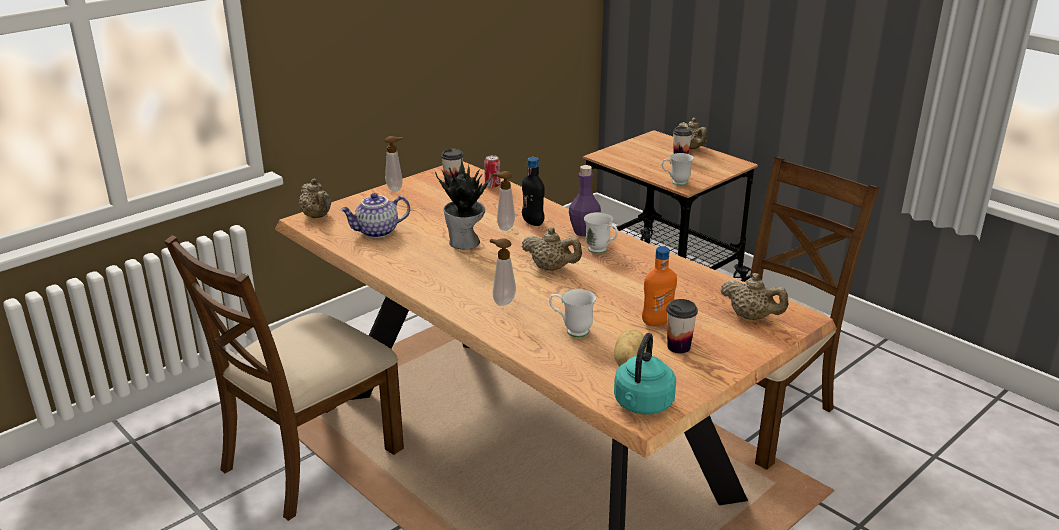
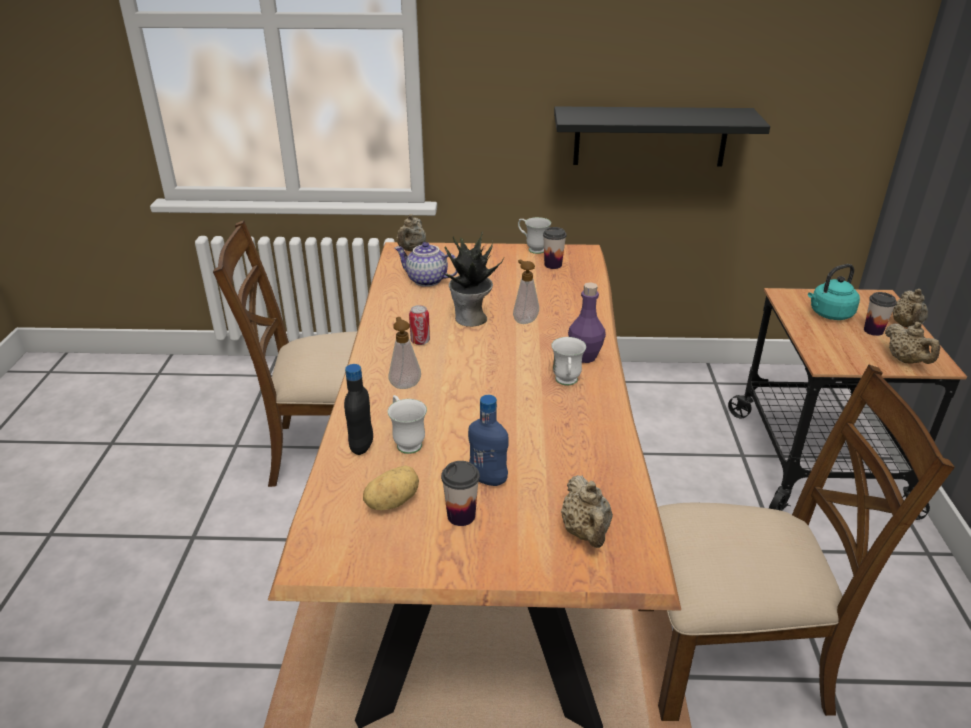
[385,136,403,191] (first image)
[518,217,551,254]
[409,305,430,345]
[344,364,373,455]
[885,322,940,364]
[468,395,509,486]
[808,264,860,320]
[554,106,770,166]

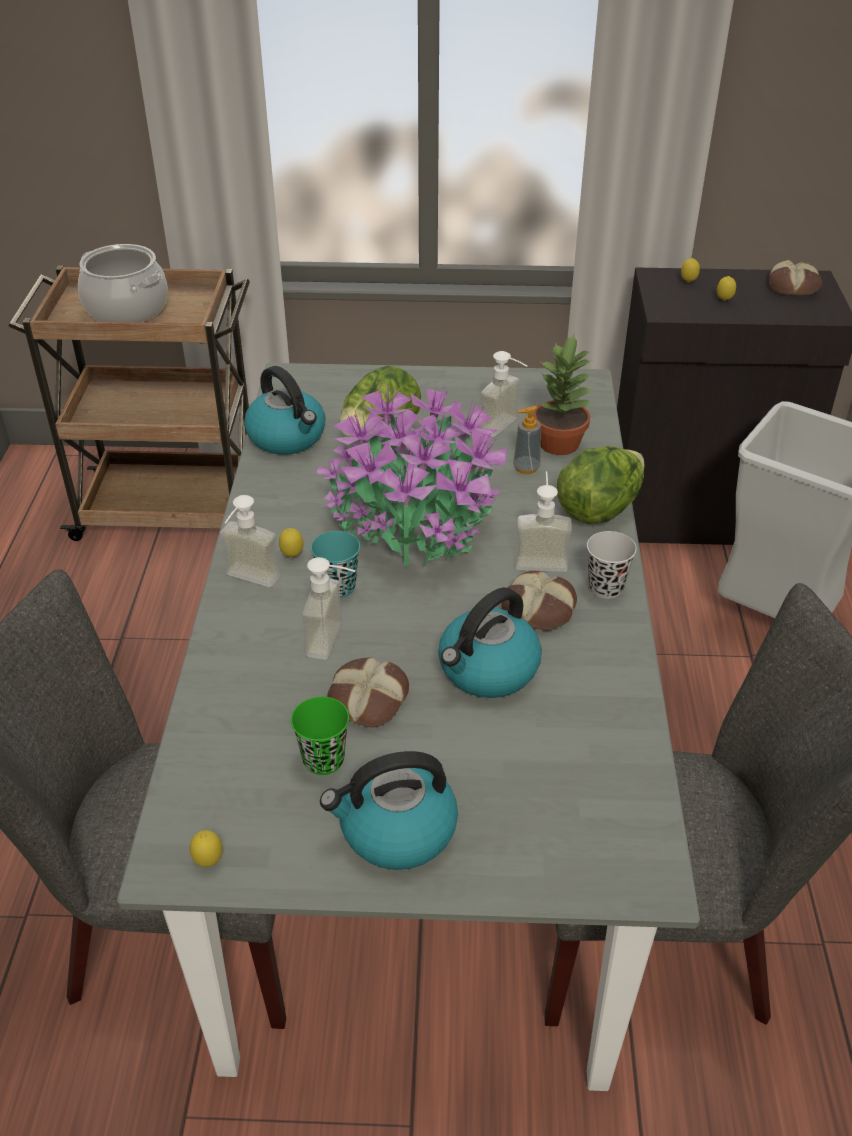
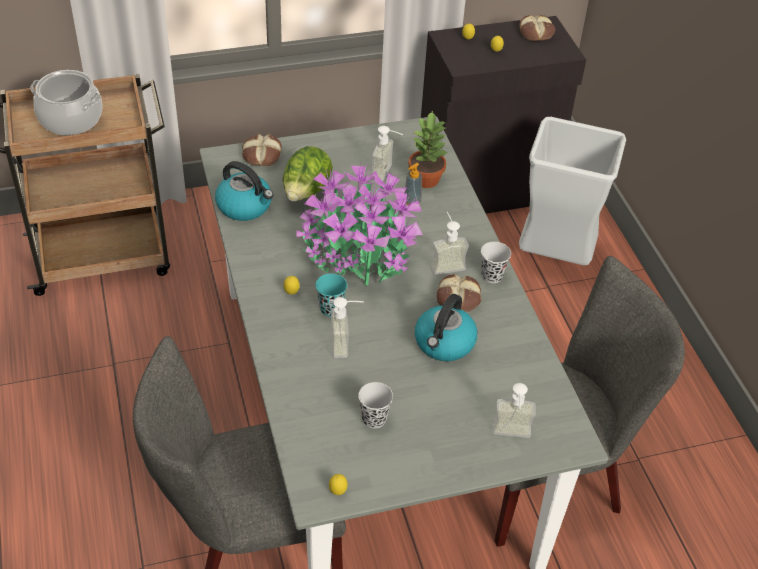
[557,446,645,524] (first image)
[492,383,536,438]
[242,134,282,166]
[358,382,393,428]
[320,751,458,870] (first image)

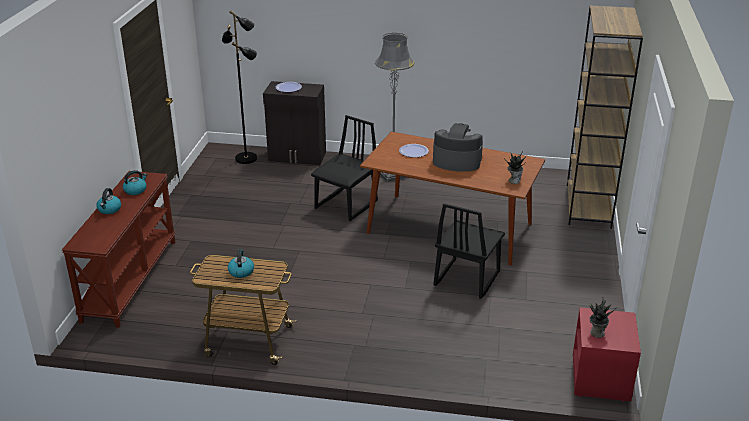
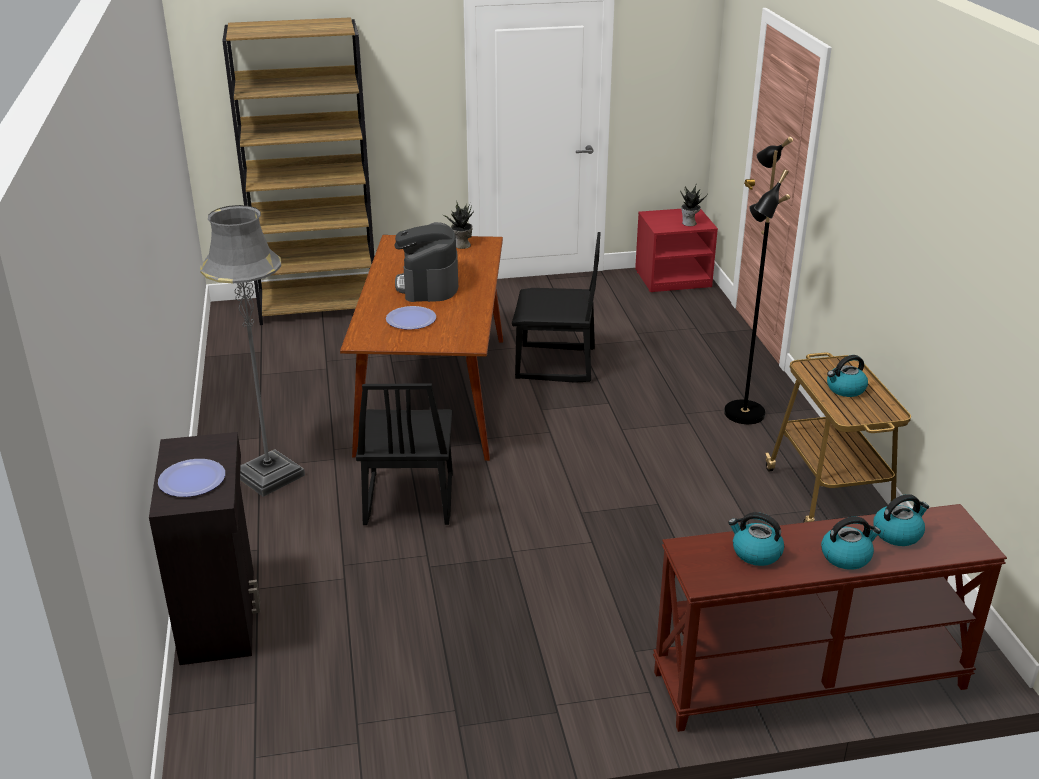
[724,137,793,424]
[356,383,453,525]
[873,494,929,546]

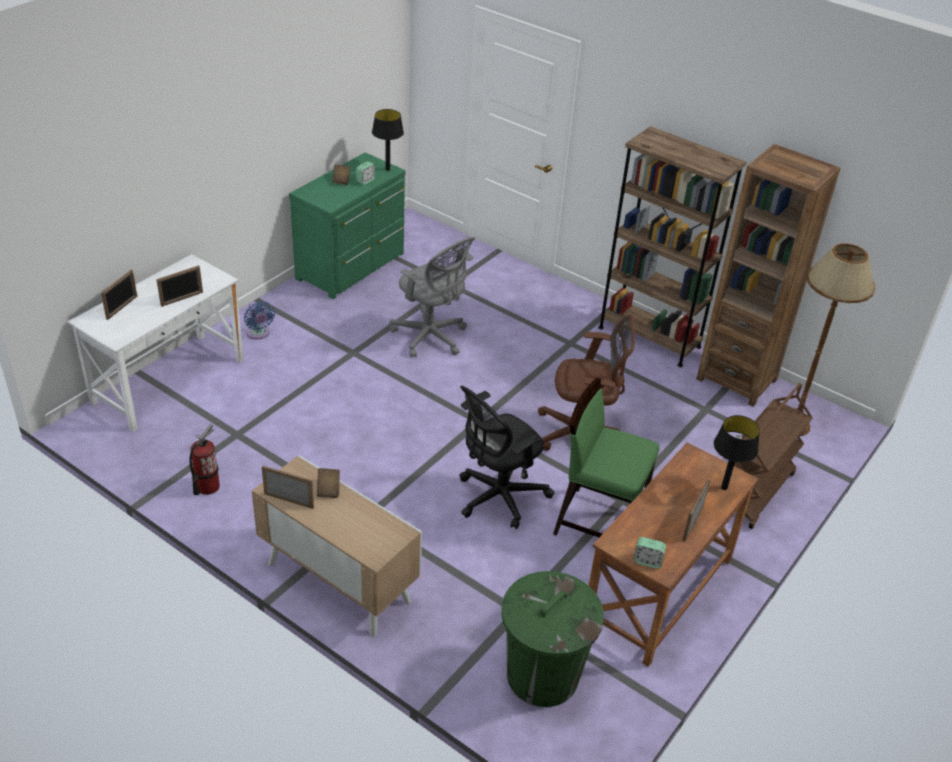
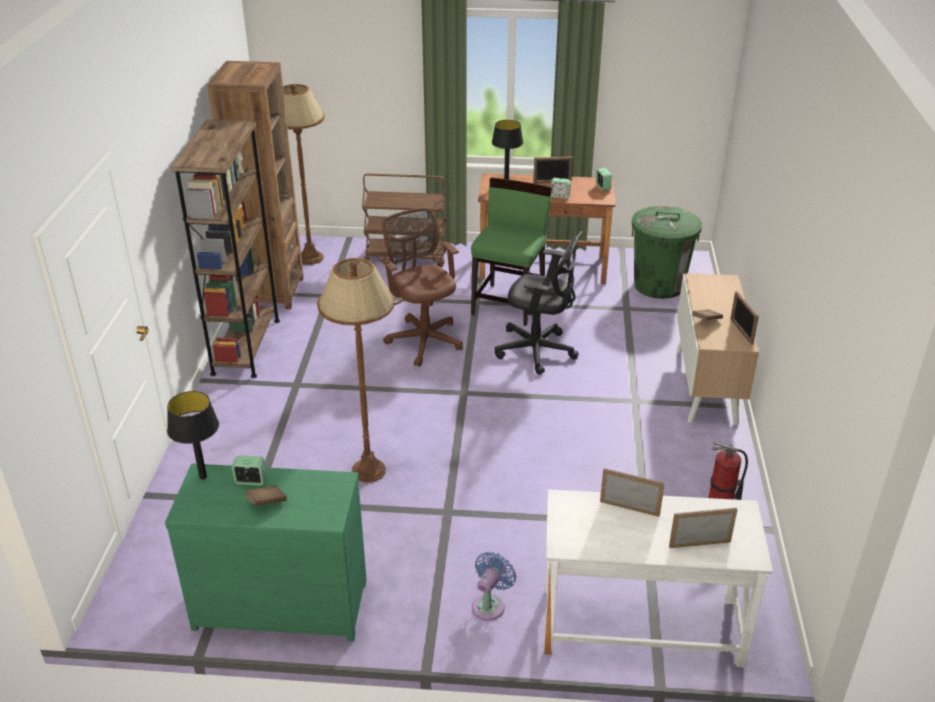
[317,258,395,482]
[471,177,552,326]
[550,178,571,199]

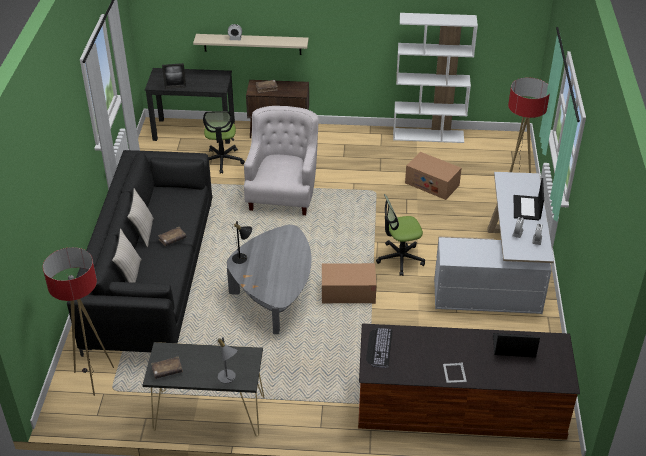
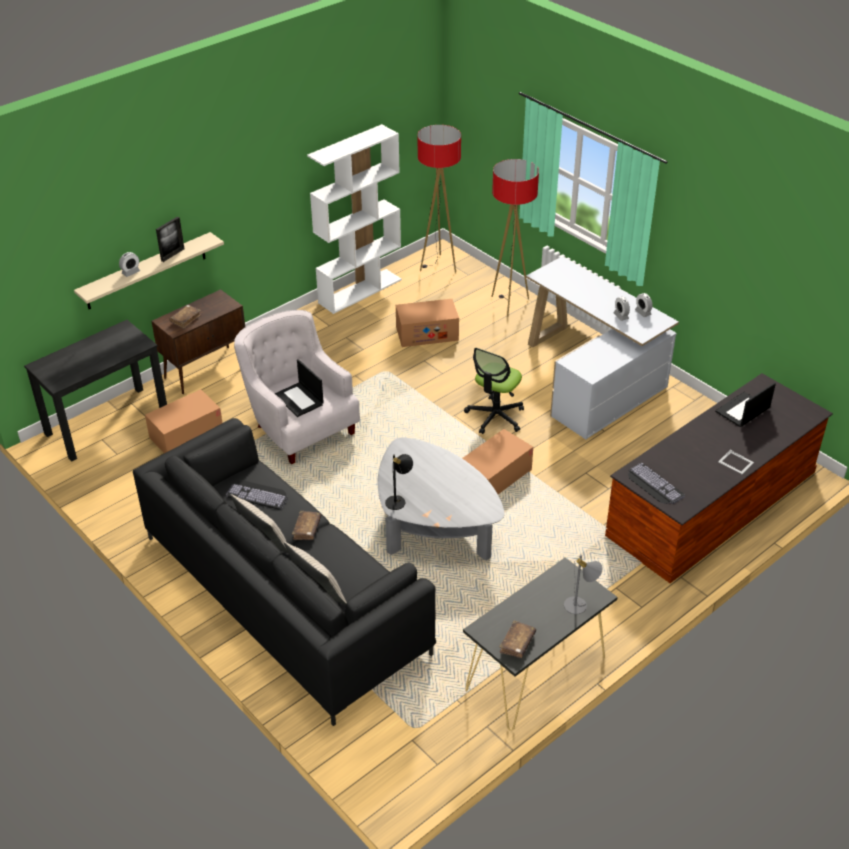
[156,216,184,262]
[145,389,222,453]
[275,359,324,417]
[417,125,461,273]
[226,481,288,509]

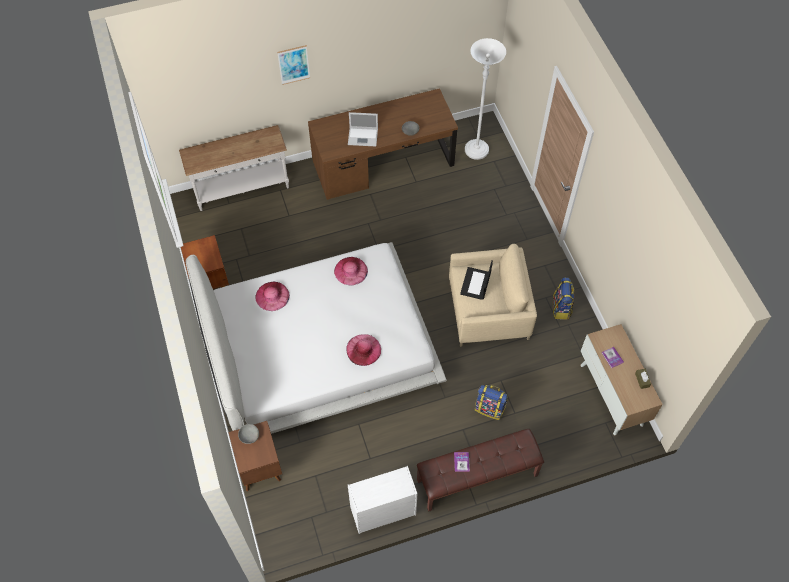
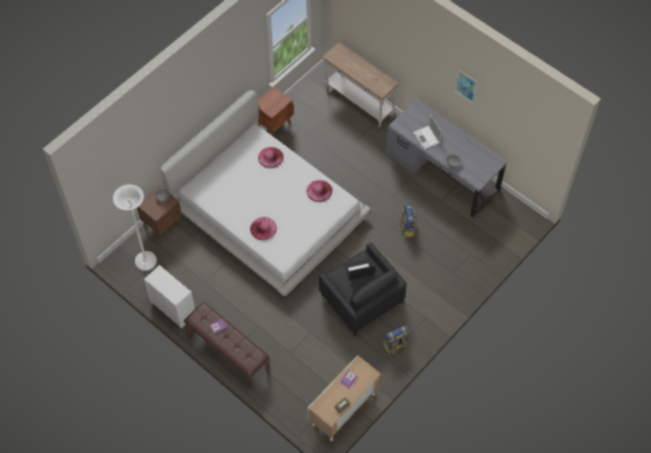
[113,184,157,271]
[454,69,477,104]
[386,99,507,217]
[319,242,407,336]
[400,204,417,237]

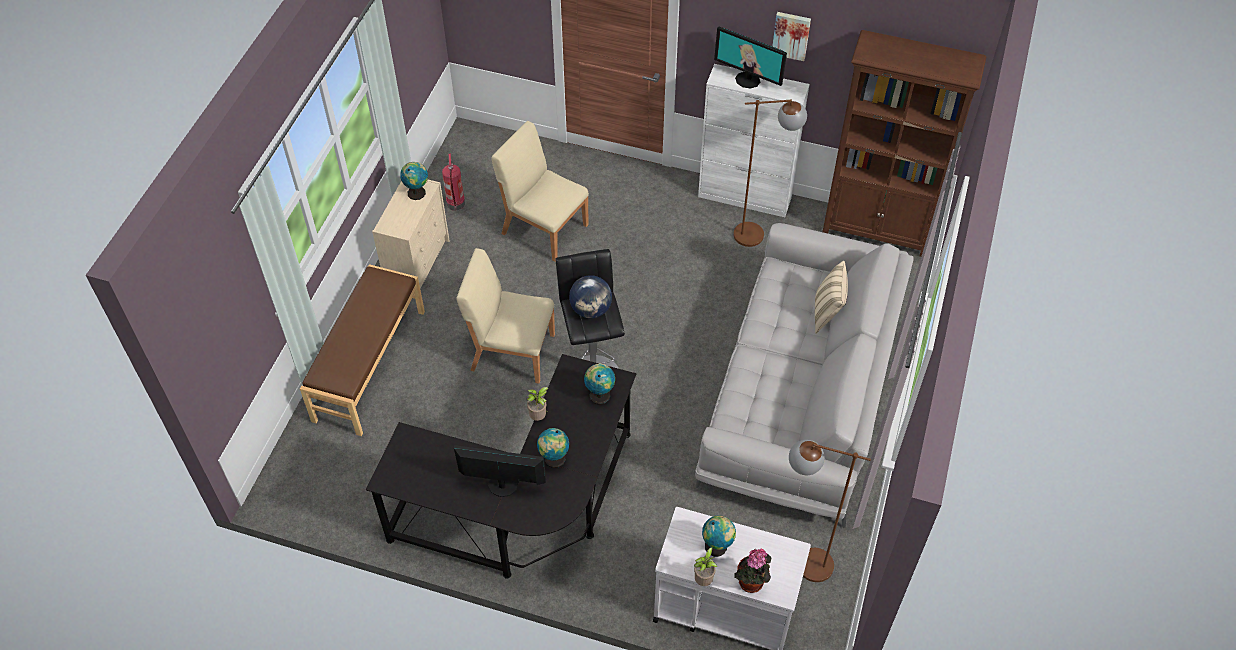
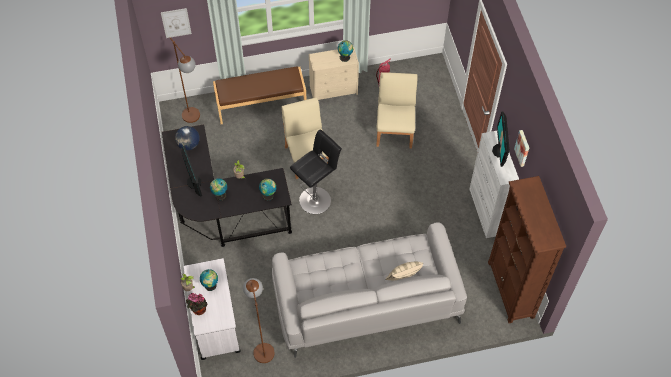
[170,37,200,123]
[175,126,200,150]
[161,8,192,38]

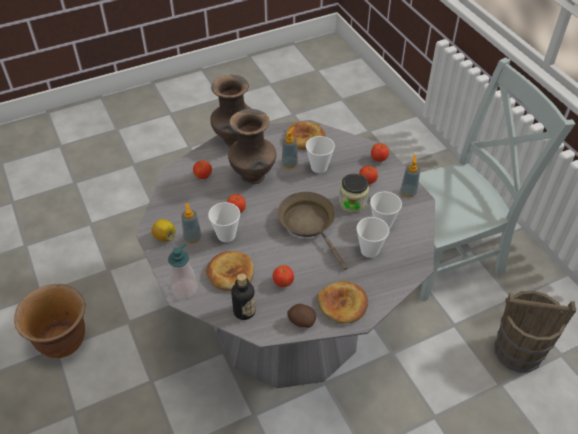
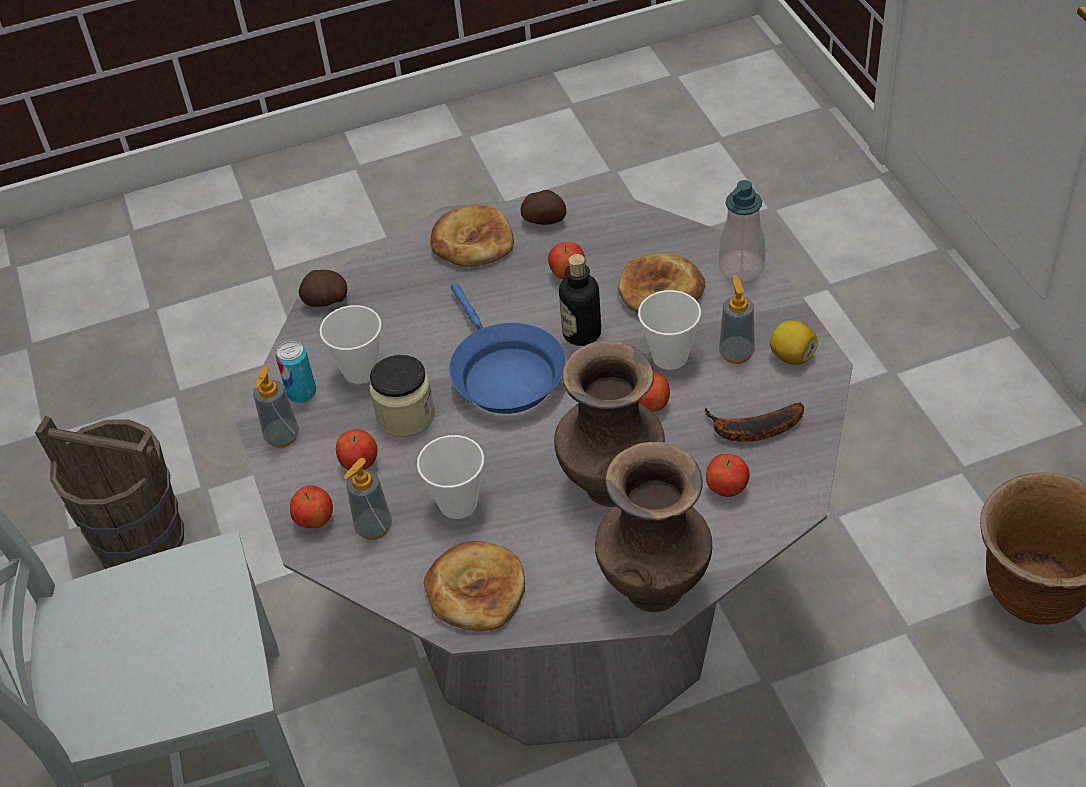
[344,458,392,540]
[449,283,566,414]
[356,217,389,258] (first image)
[559,254,601,346]
[299,270,348,307]
[275,341,316,403]
[704,403,804,442]

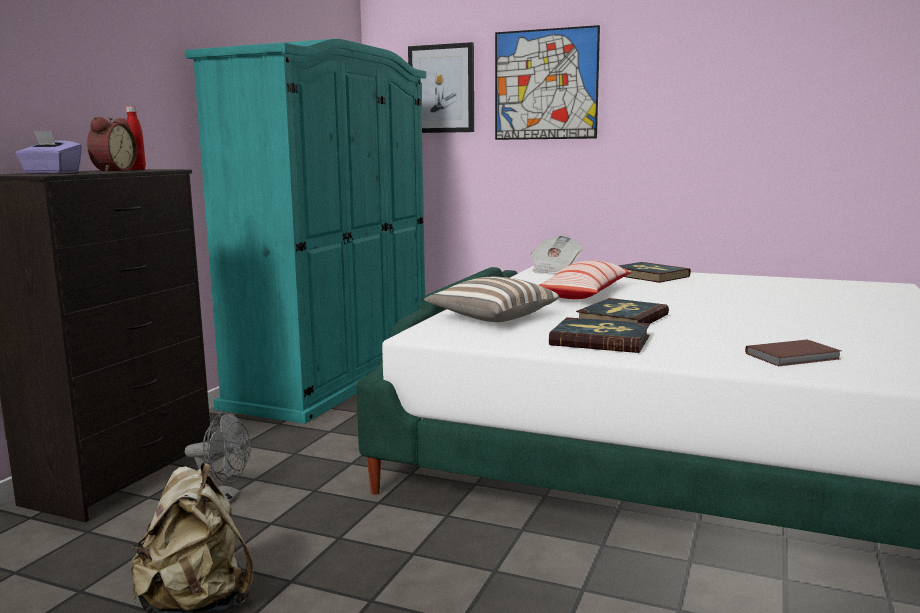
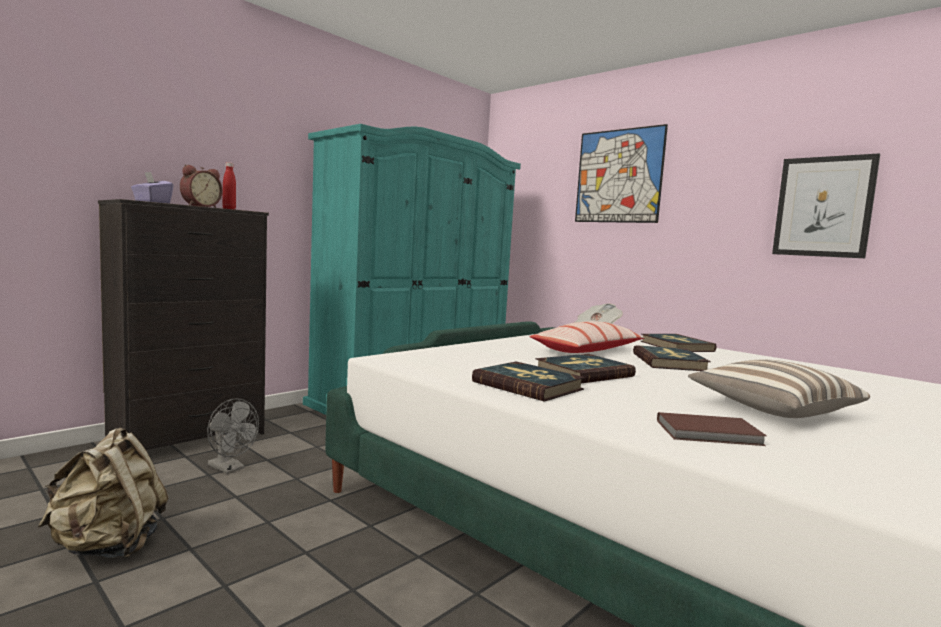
[772,153,880,258]
[688,360,870,418]
[633,345,711,371]

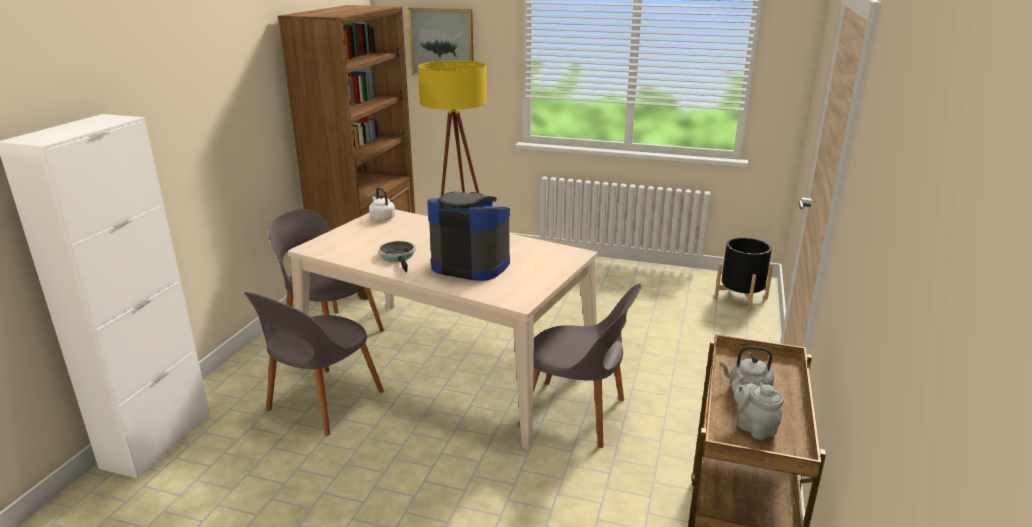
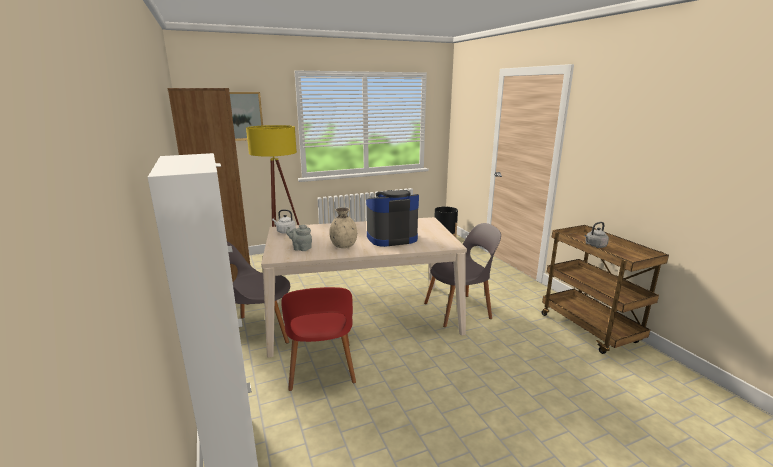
[329,207,357,248]
[281,287,356,391]
[286,225,312,251]

